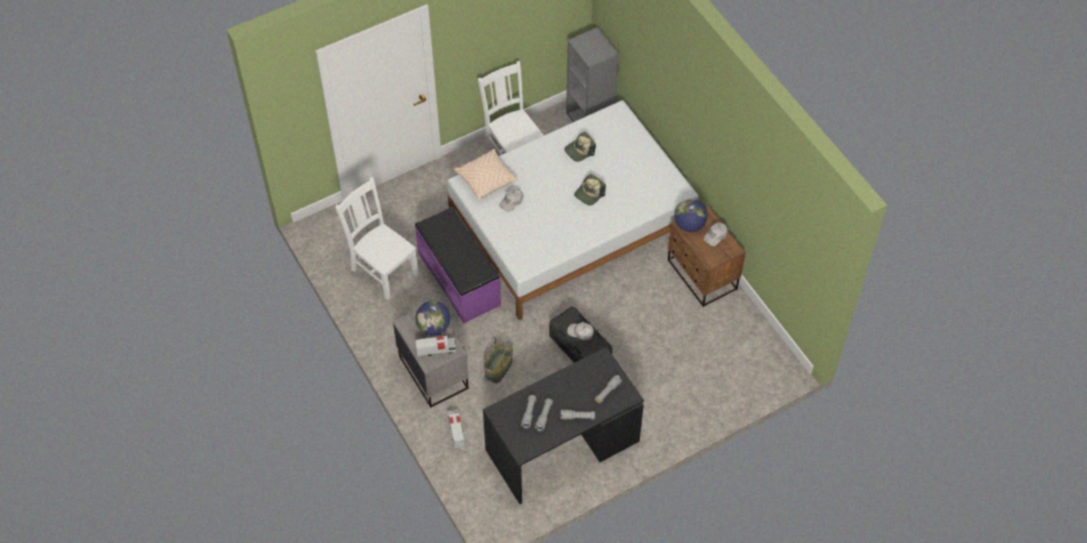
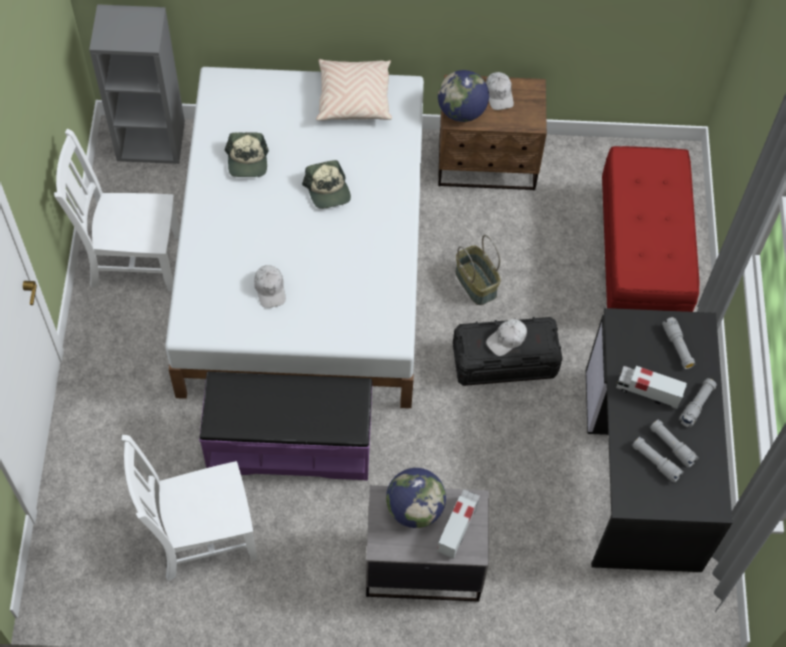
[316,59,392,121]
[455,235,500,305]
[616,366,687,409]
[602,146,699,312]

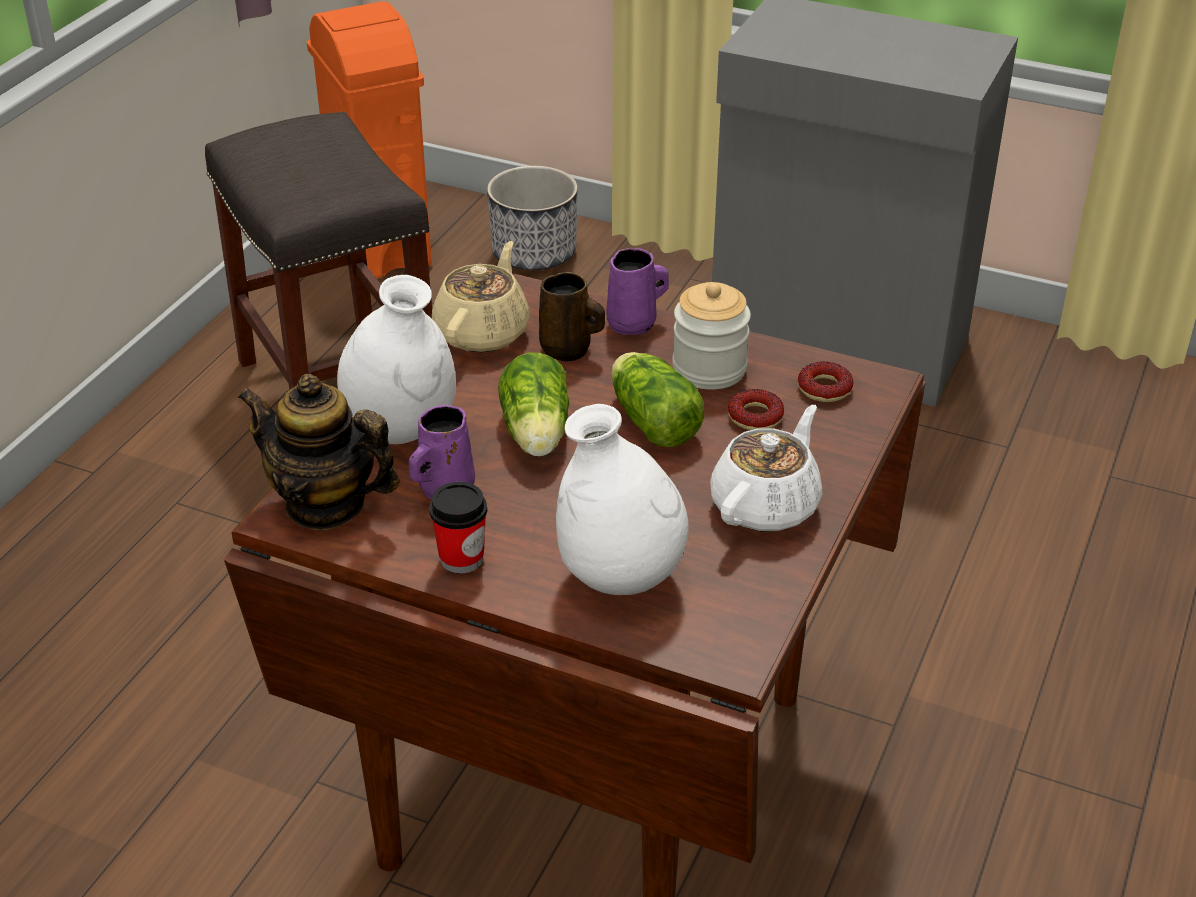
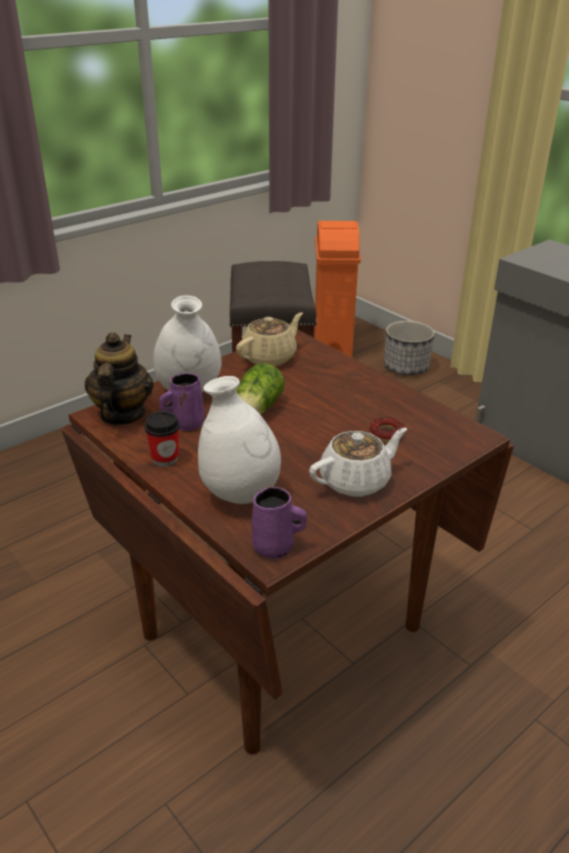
[251,486,307,559]
[539,272,605,362] (first image)
[673,282,751,390] (first image)
[611,352,704,447] (first image)
[798,362,853,402] (first image)
[85,332,154,425]

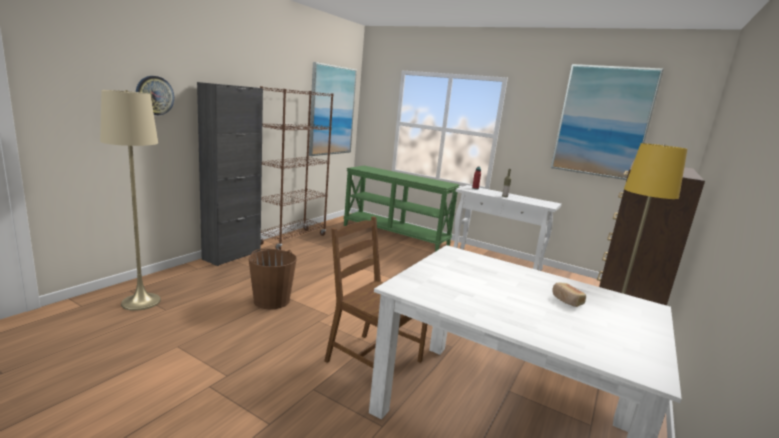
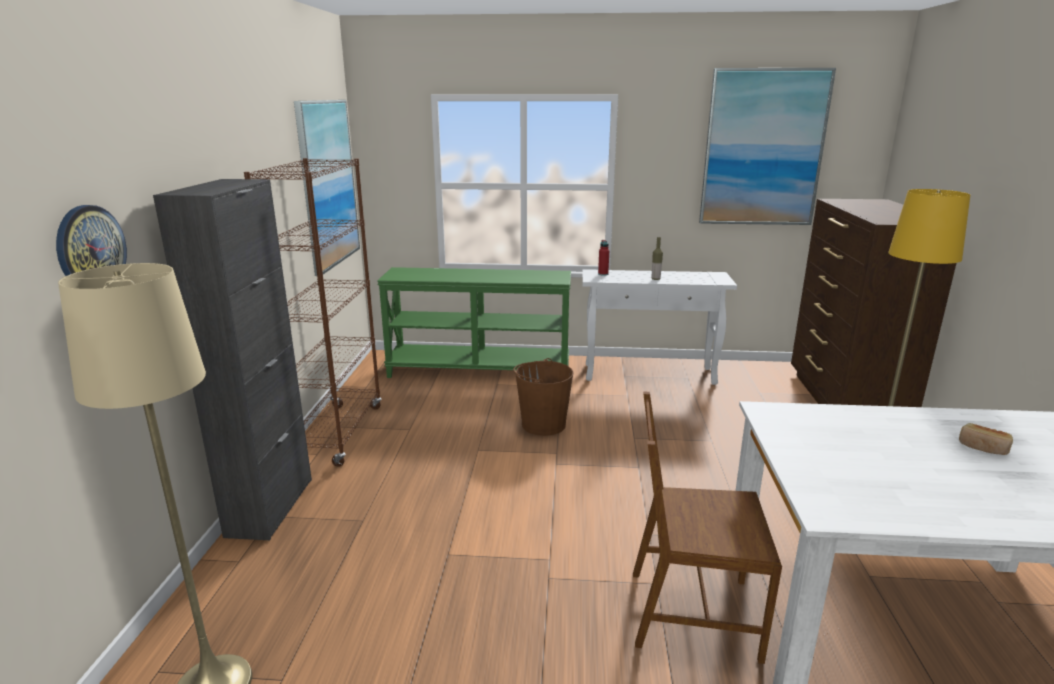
[513,358,574,436]

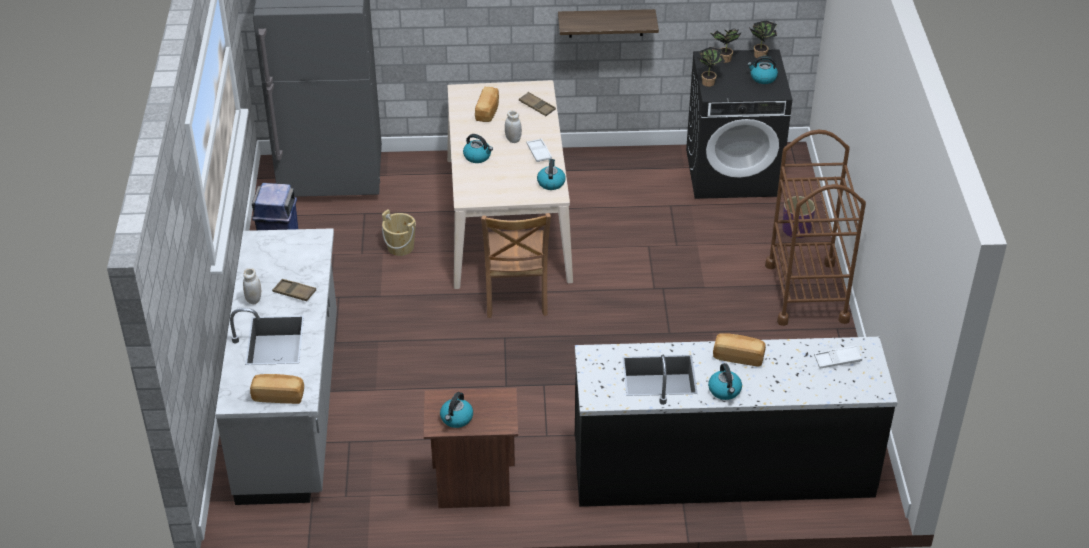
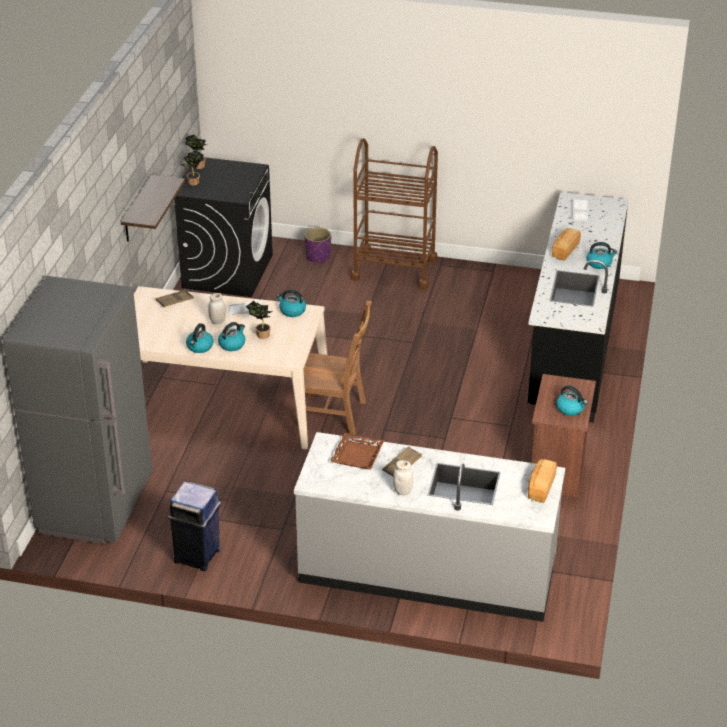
[246,301,273,339]
[186,323,214,353]
[475,87,499,122] (first image)
[382,209,416,256] (first image)
[331,433,384,469]

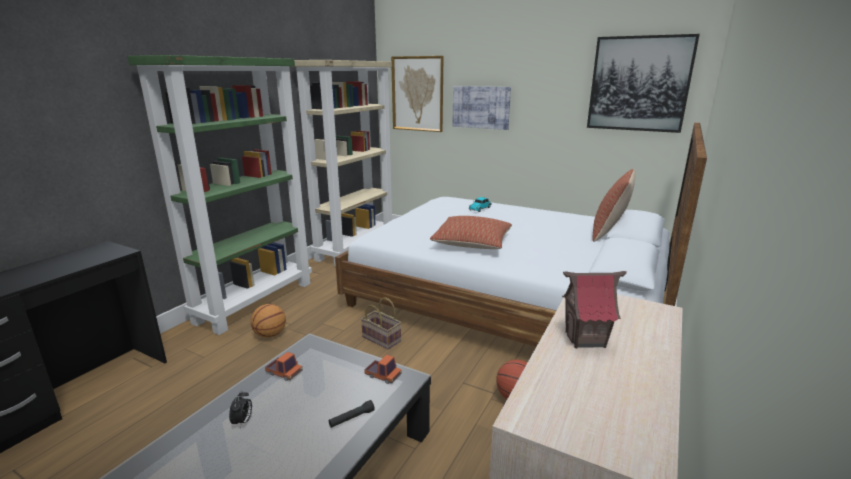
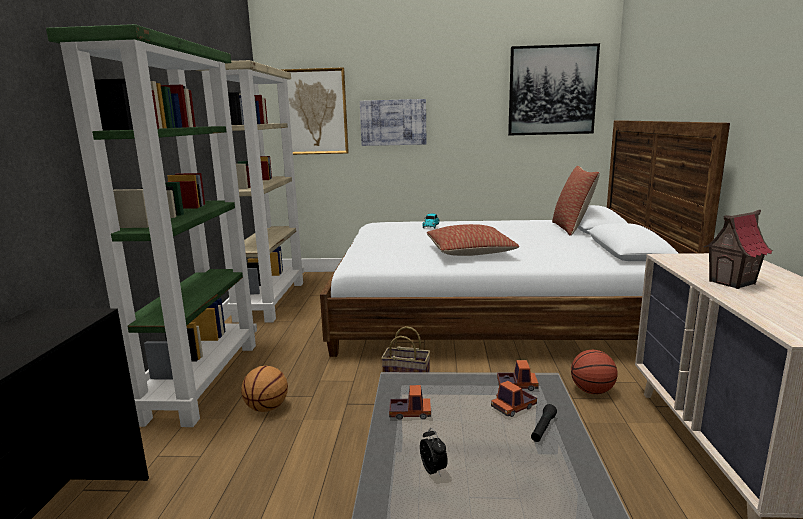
[491,381,537,417]

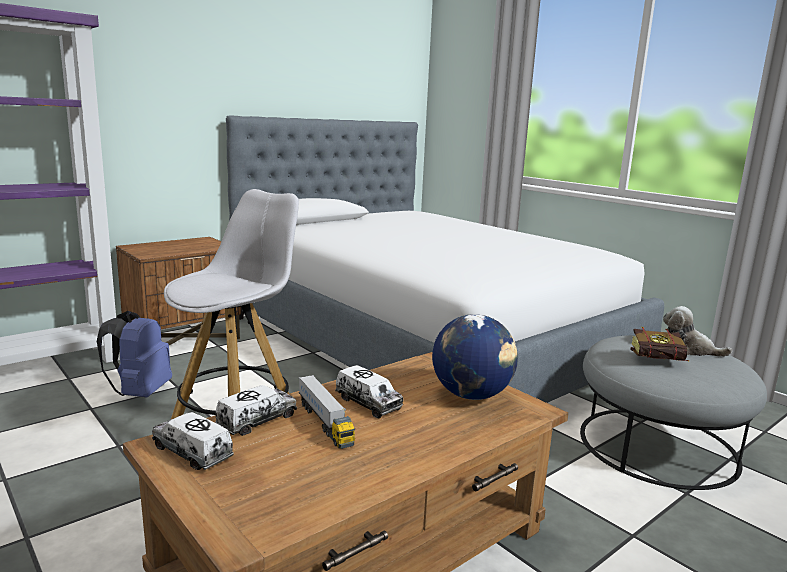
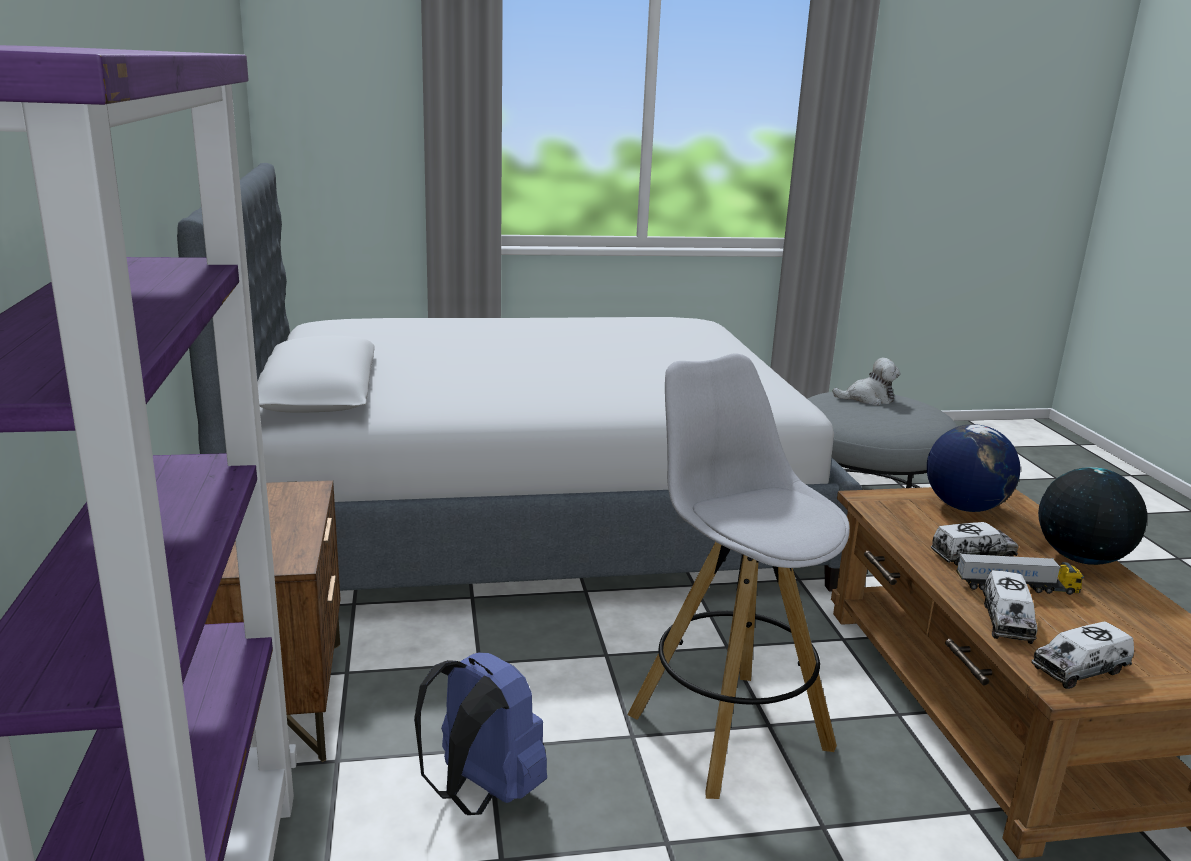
[832,358,900,406]
[630,327,689,361] (first image)
[983,570,1037,644]
[1038,467,1147,565]

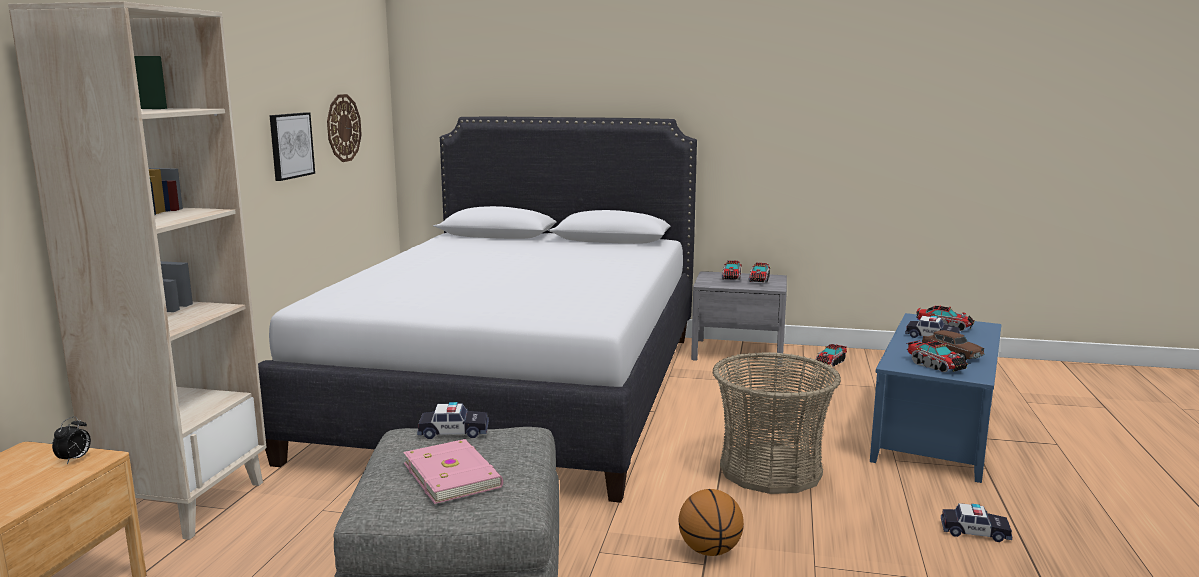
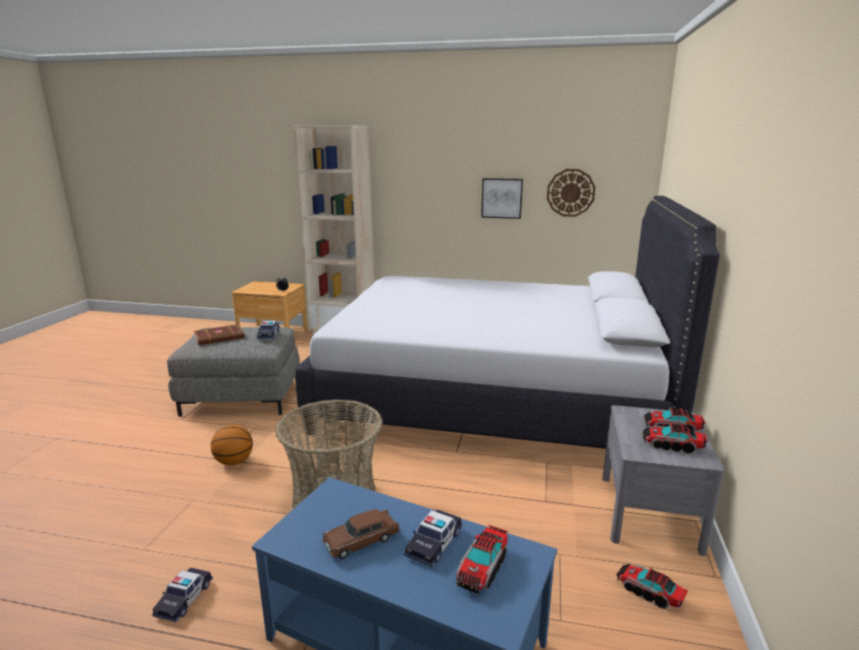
[906,340,968,372] (first image)
[194,324,245,345]

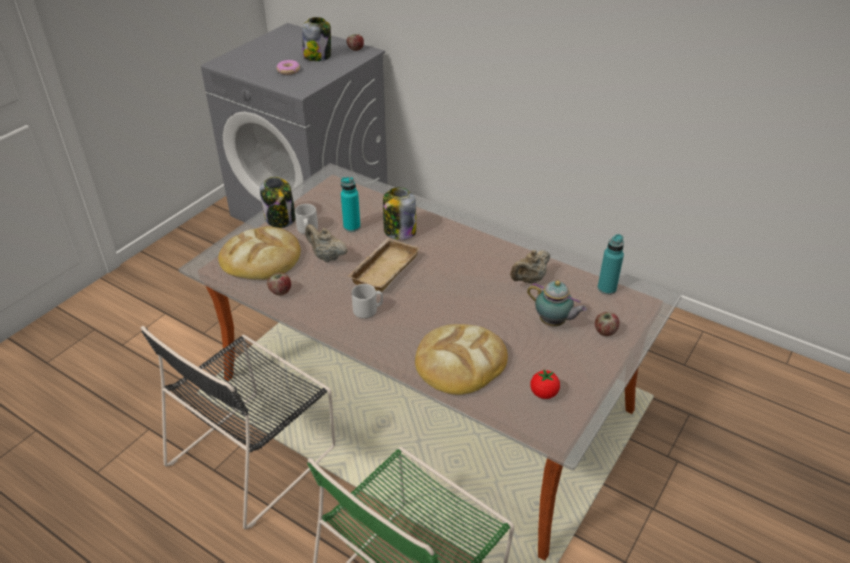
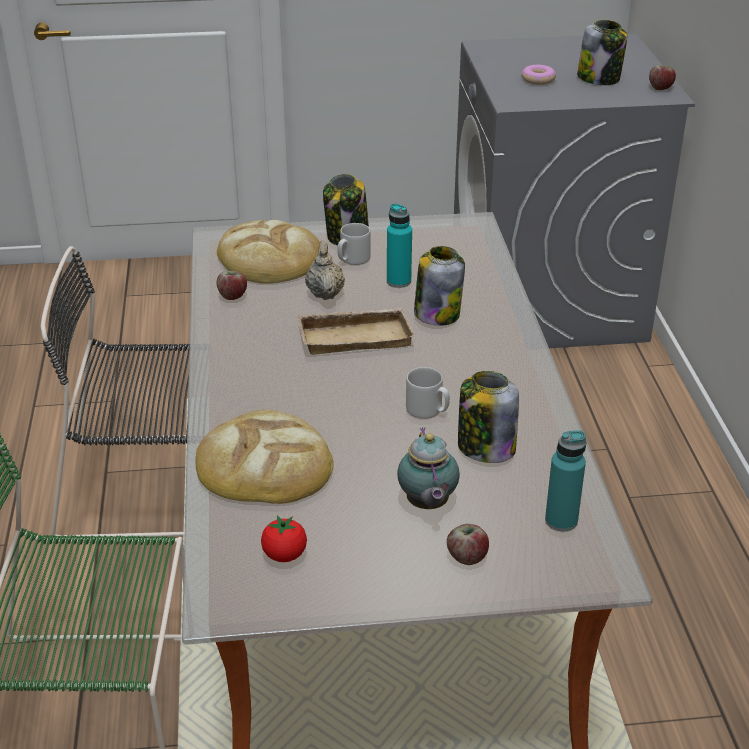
[458,371,519,463]
[406,367,450,419]

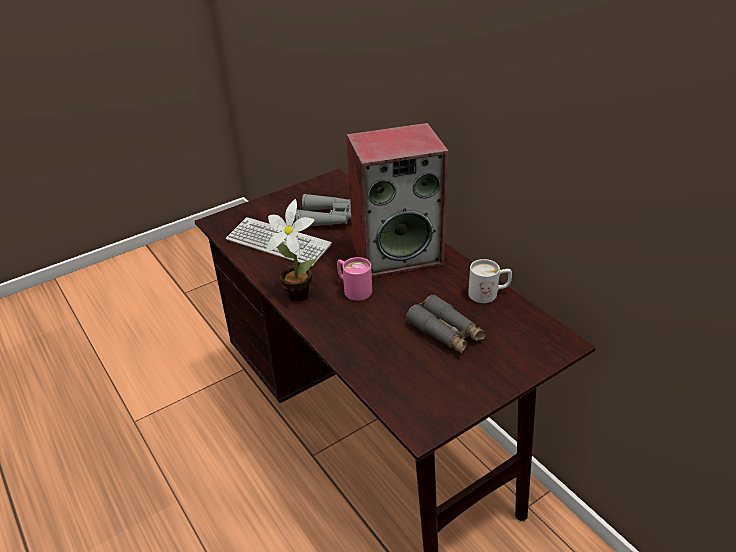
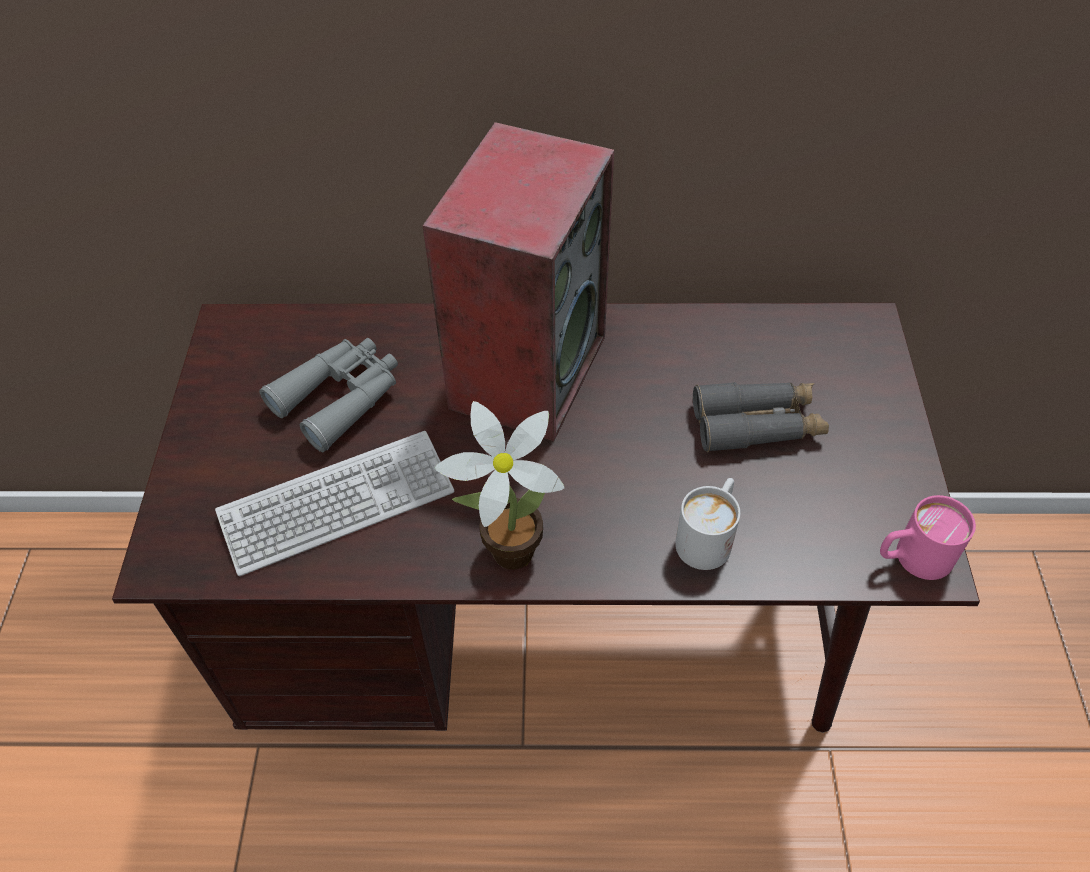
[880,495,976,580]
[675,478,740,570]

